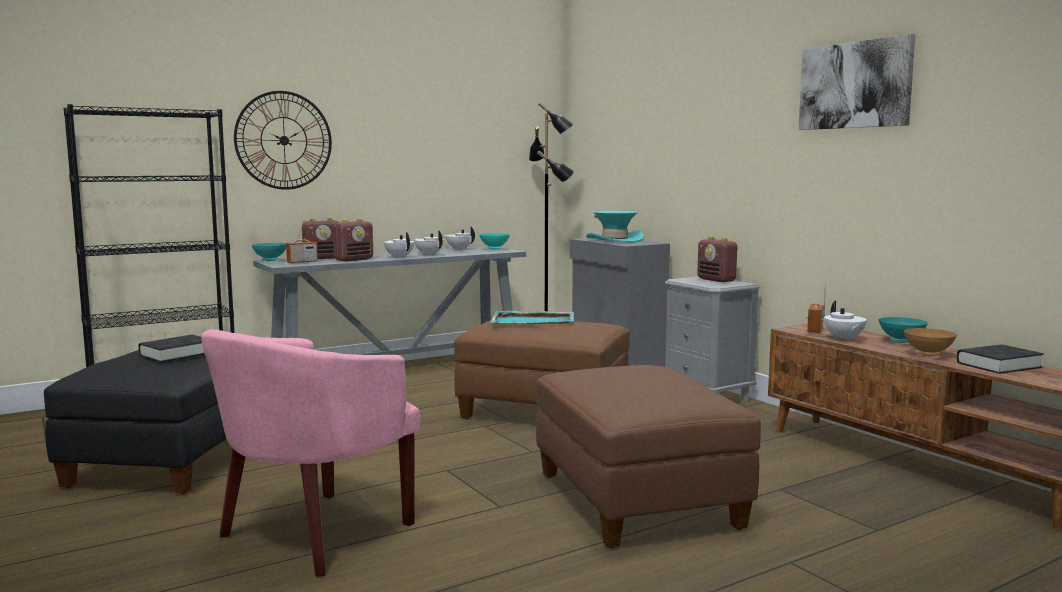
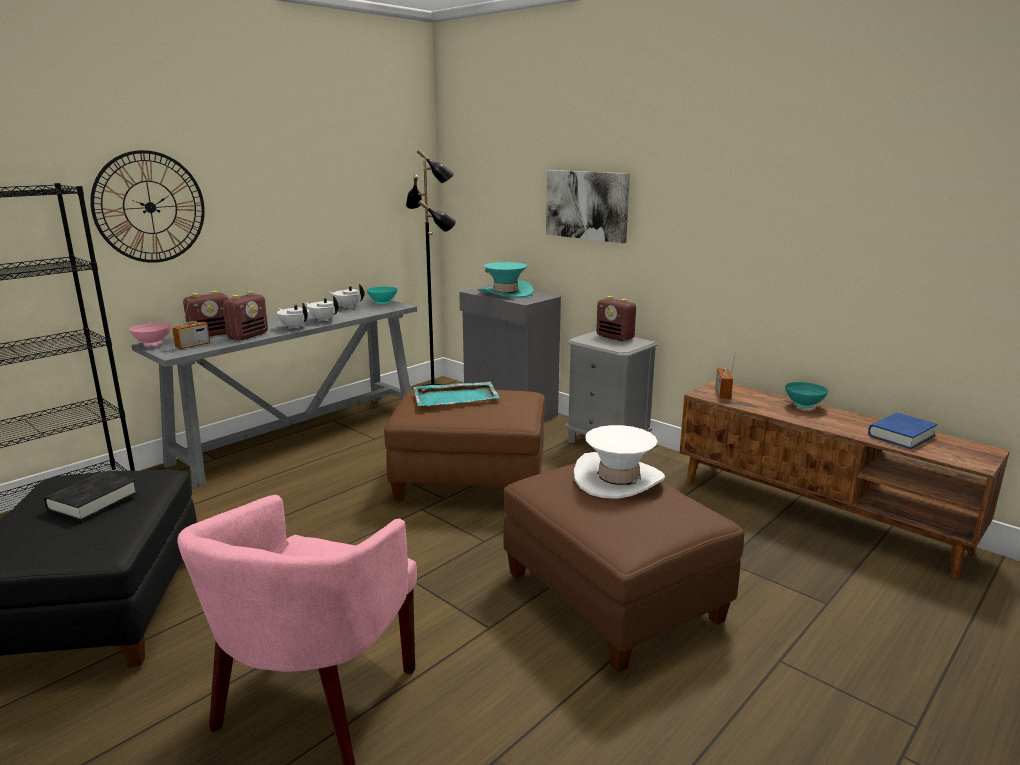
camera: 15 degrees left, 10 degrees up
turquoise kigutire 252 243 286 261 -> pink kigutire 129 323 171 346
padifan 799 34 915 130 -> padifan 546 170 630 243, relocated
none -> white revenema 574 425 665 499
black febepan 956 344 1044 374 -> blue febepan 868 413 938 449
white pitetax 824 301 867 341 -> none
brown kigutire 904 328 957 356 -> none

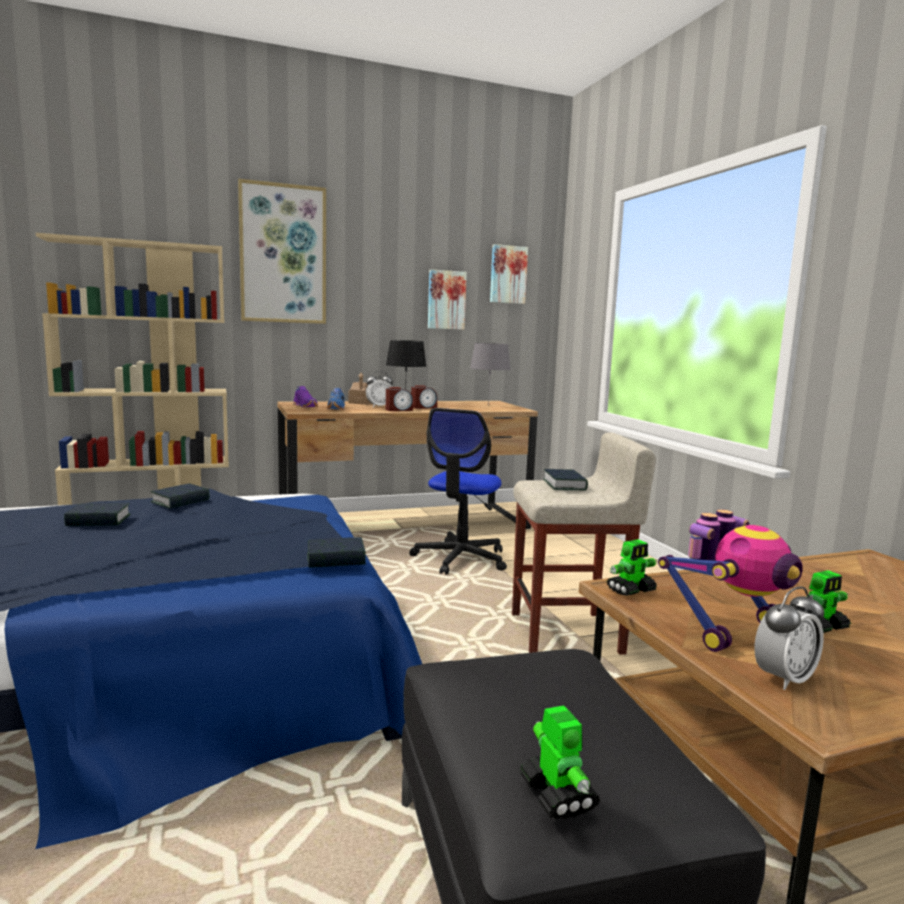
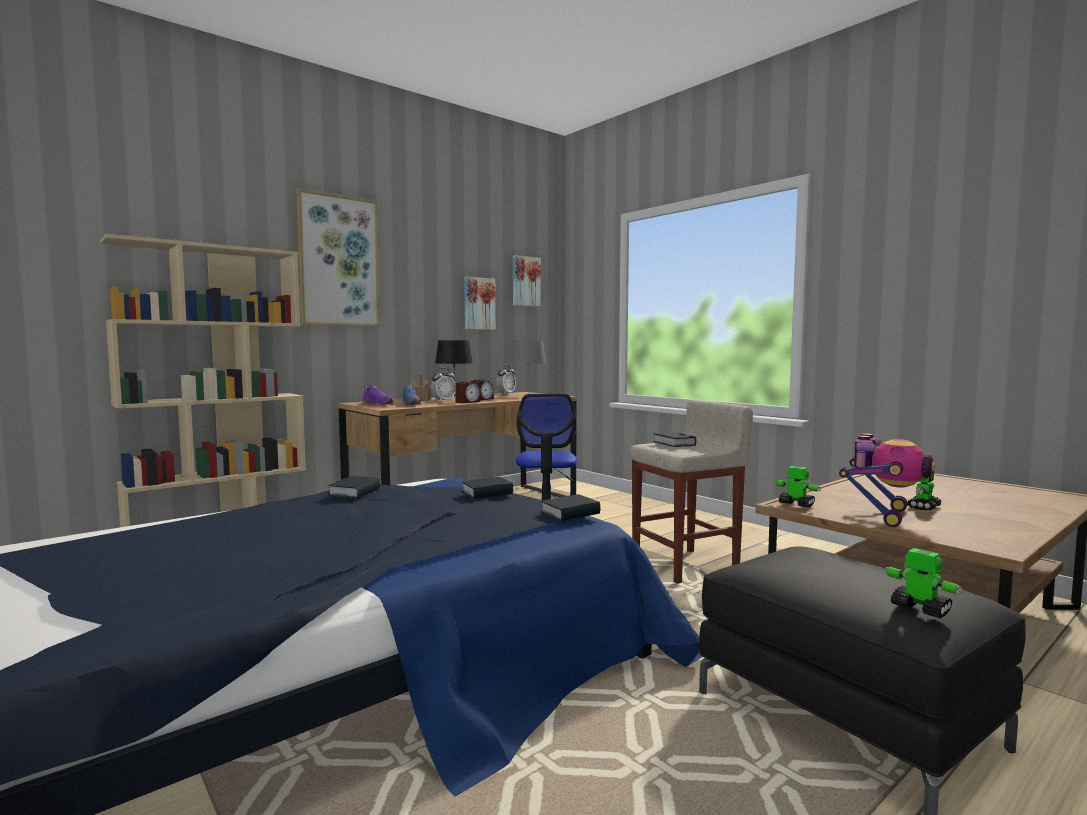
camera: 20 degrees left, 5 degrees down
febepan 64 503 130 526 -> febepan 461 477 513 499, relocated
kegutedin 754 587 824 690 -> kegutedin 496 365 516 394, relocated
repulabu 607 539 657 596 -> repulabu 774 466 821 507, 90 degrees counterclockwise

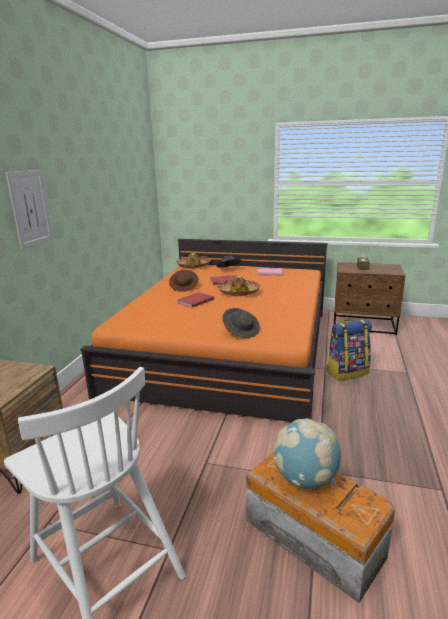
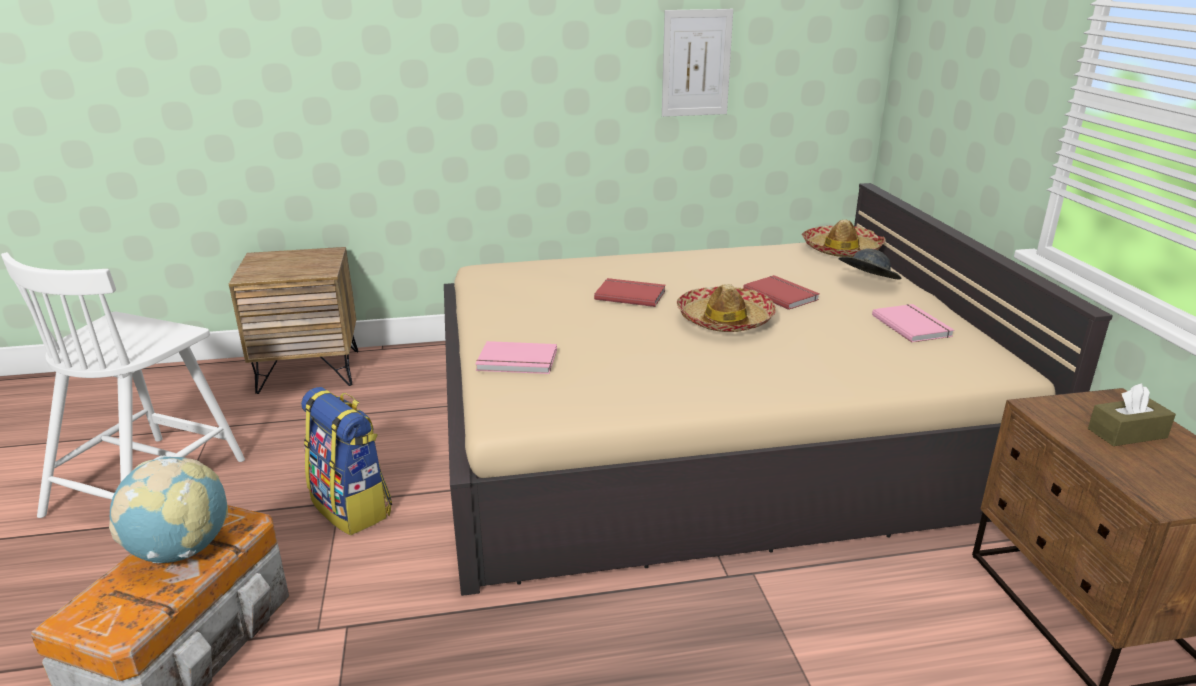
camera: 65 degrees right, 5 degrees up
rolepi 327 319 372 381 -> rolepi 301 387 392 535, relocated
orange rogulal 80 239 328 423 -> beige rogulal 444 183 1113 596
grey revenema 223 308 260 338 -> pink febepan 475 341 557 374
padifan 6 170 53 249 -> padifan 662 9 733 117, relocated
brown revenema 169 270 199 292 -> none

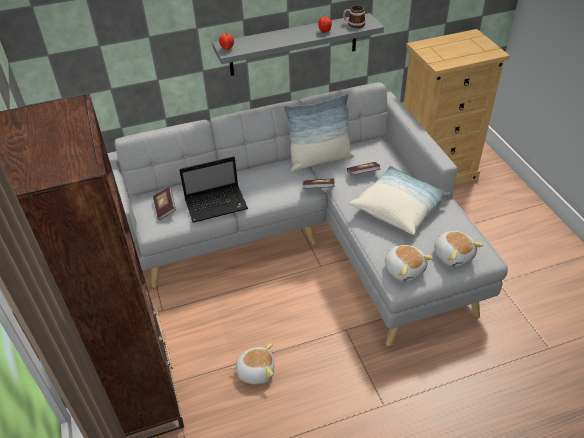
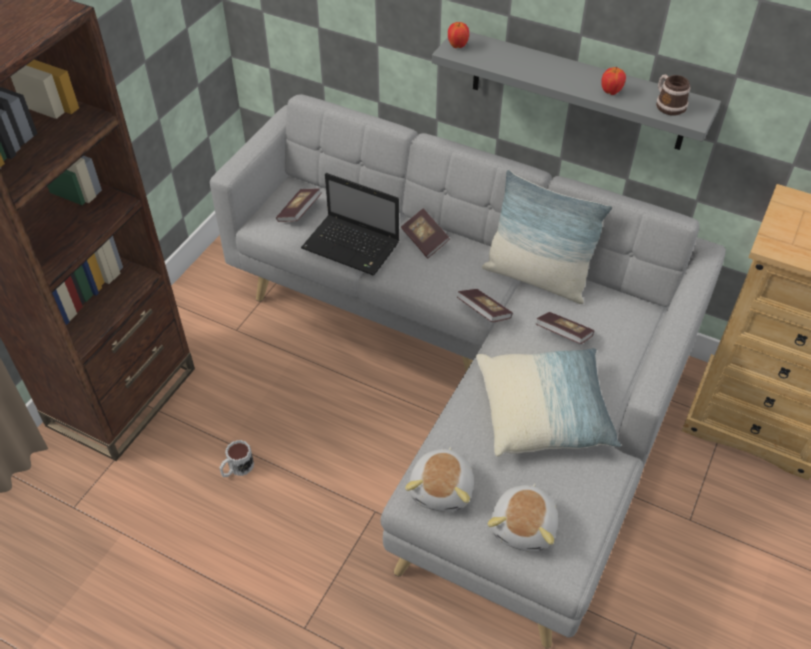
camera: 45 degrees right, 5 degrees up
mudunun 231 343 274 385 -> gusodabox 219 440 254 478
none -> febepan 401 209 450 258

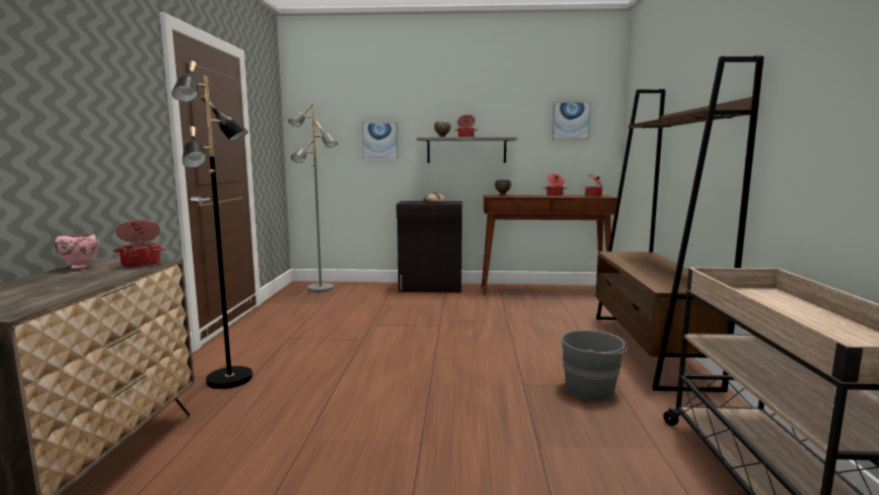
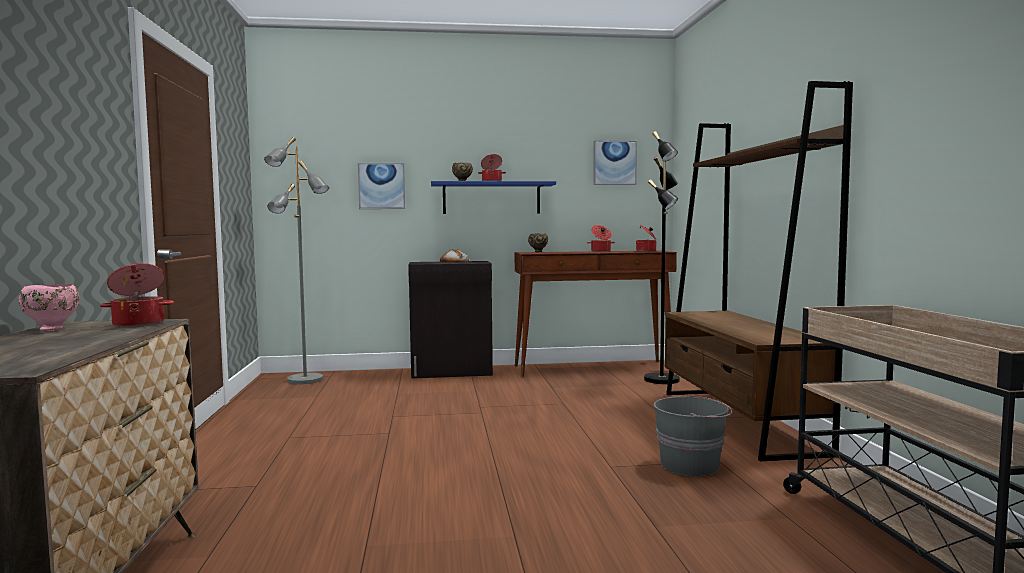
camera: 10 degrees left, 5 degrees down
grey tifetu 416 137 518 163 -> blue tifetu 431 181 556 214
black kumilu 172 61 253 389 -> black kumilu 644 131 680 384, relocated

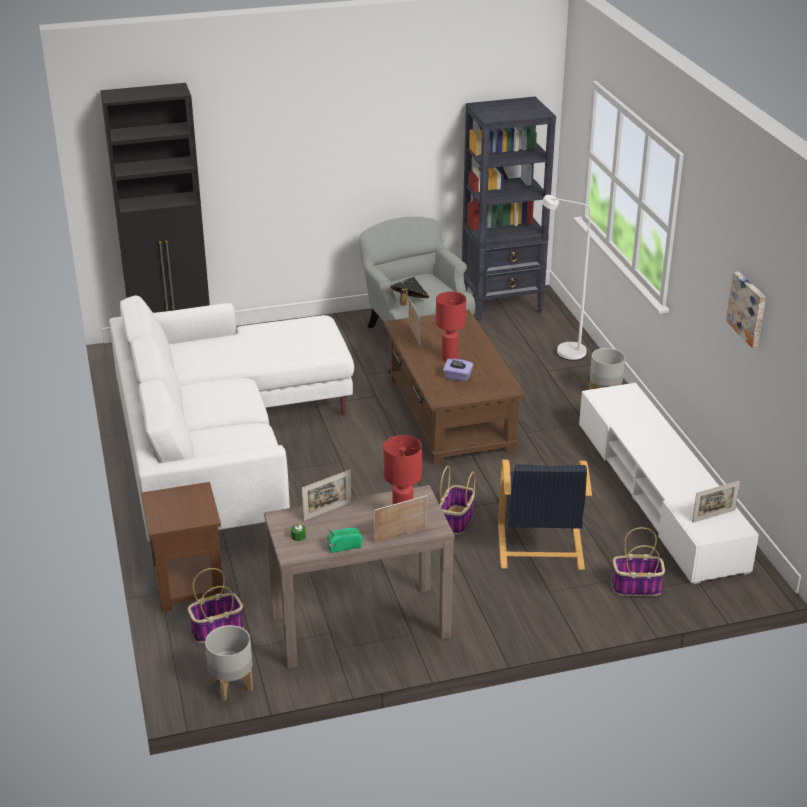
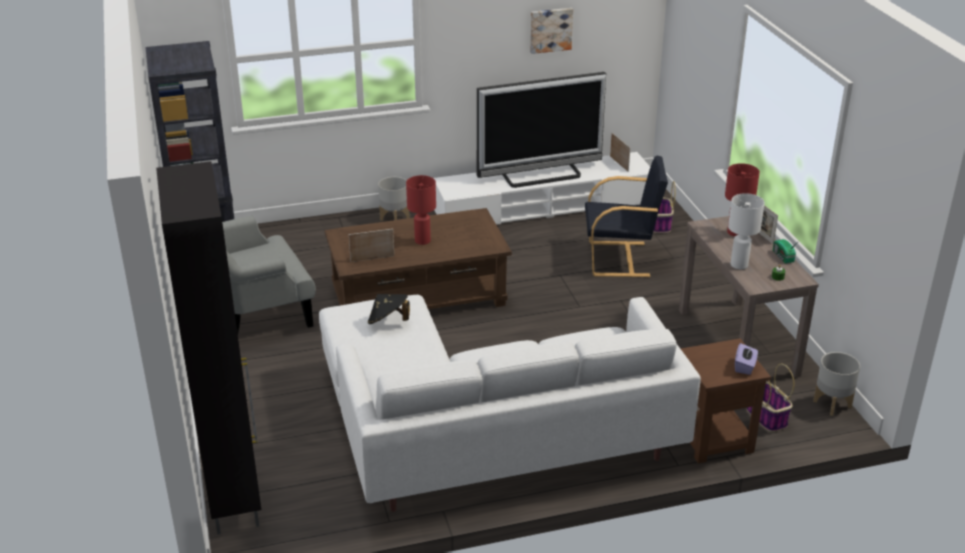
camera: 90 degrees left, 0 degrees up
black revenema 390 277 429 306 -> black revenema 368 294 410 324, relocated
none -> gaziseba 477 72 606 188
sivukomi 302 470 352 521 -> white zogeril 728 193 765 269
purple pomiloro 443 359 473 382 -> purple pomiloro 735 343 758 375, relocated
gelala 440 466 476 534 -> none
white kumilu 542 195 591 361 -> none

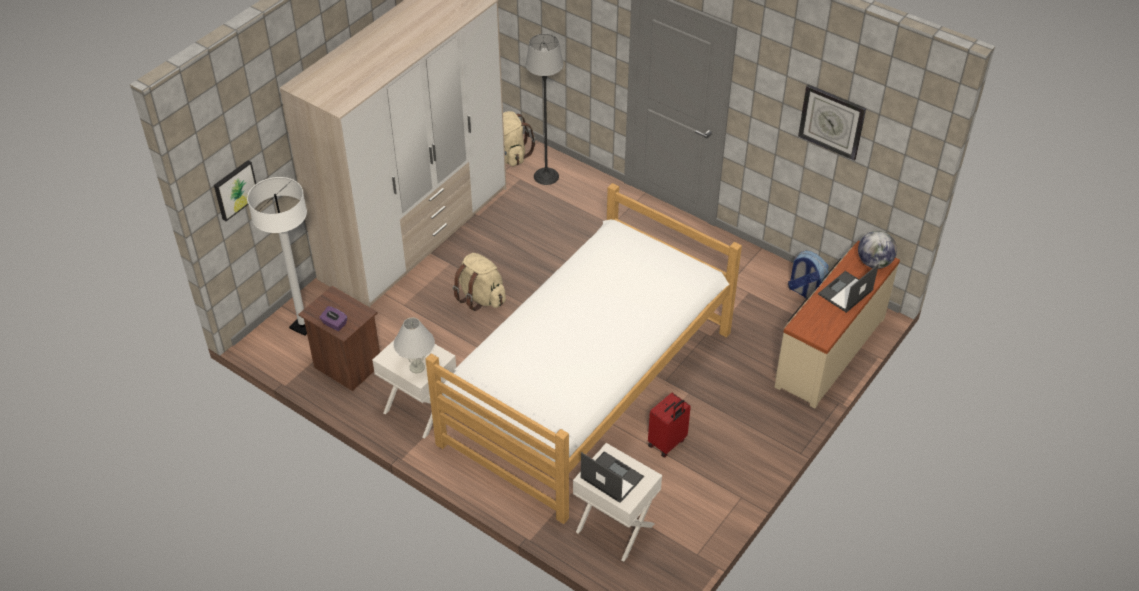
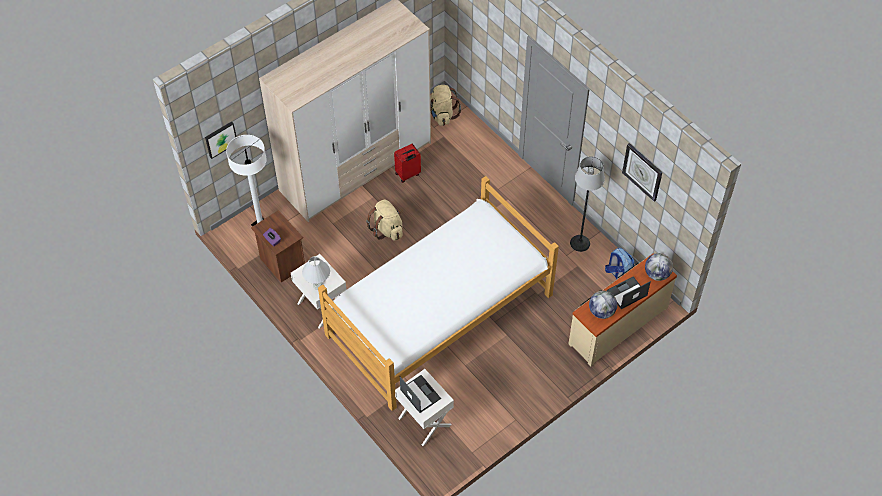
camera: 15 degrees right, 10 degrees up
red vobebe 648 393 691 458 -> red vobebe 394 144 421 183, relocated
kumilu 525 34 564 185 -> kumilu 570 157 605 252, relocated
none -> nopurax 589 291 617 319

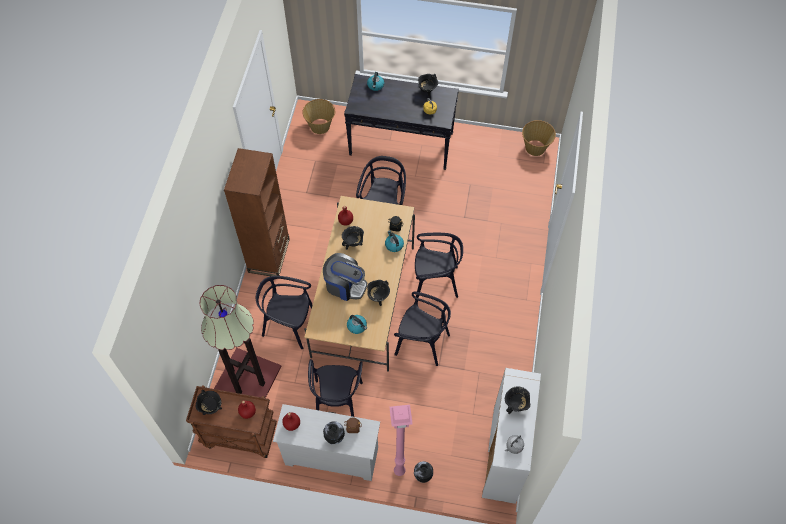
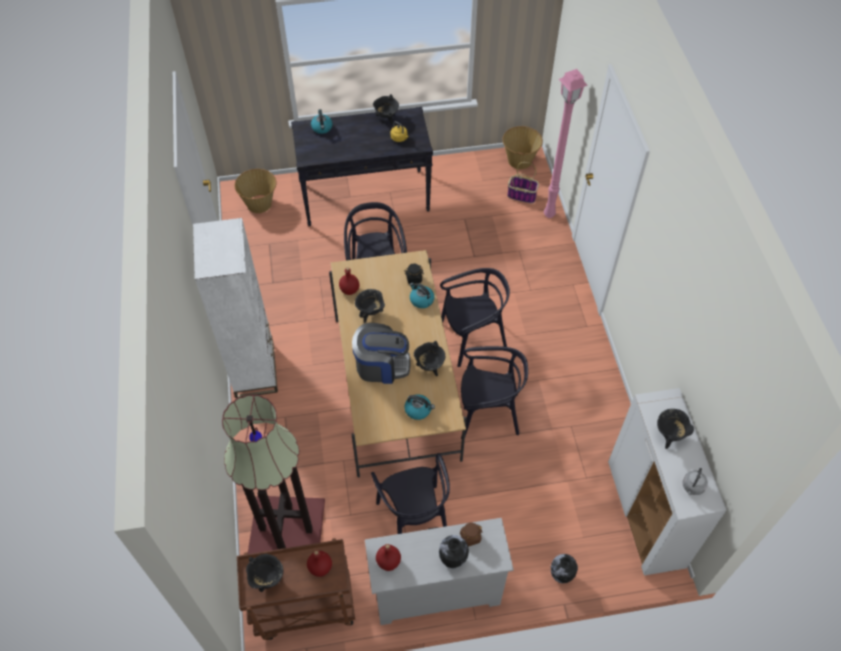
camera: 20 degrees left, 5 degrees down
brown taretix 224 148 290 276 -> white taretix 193 218 278 398
none -> gelala 507 162 539 203
pink kumilu 389 405 412 476 -> pink kumilu 544 69 588 218, relocated
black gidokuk 256 276 312 349 -> none

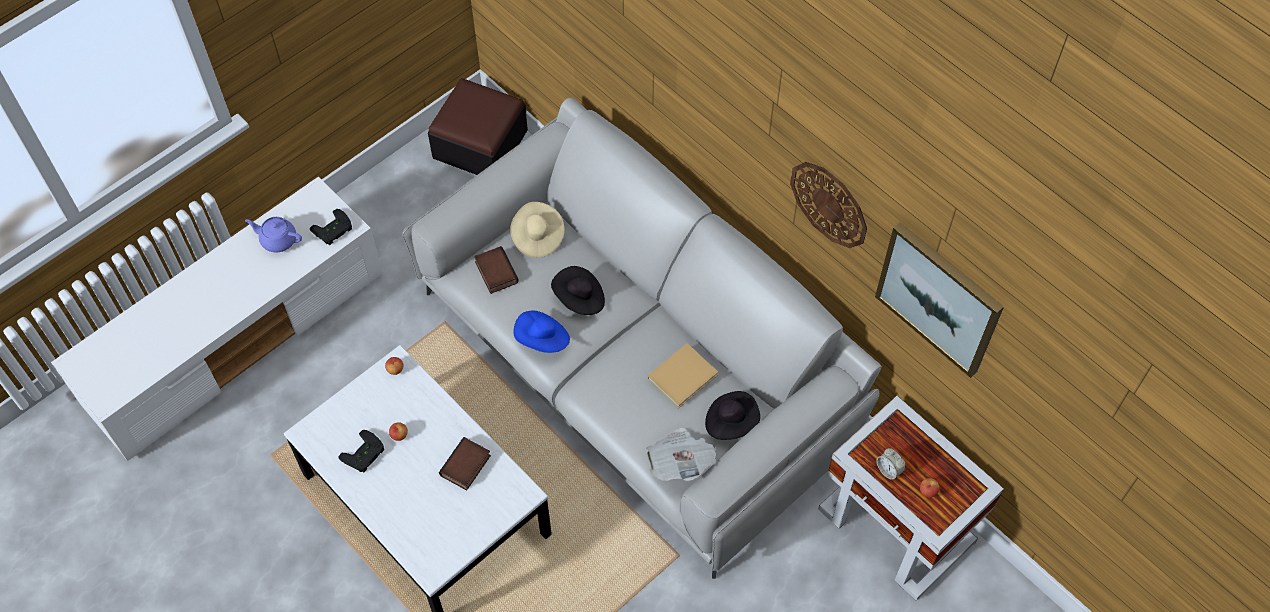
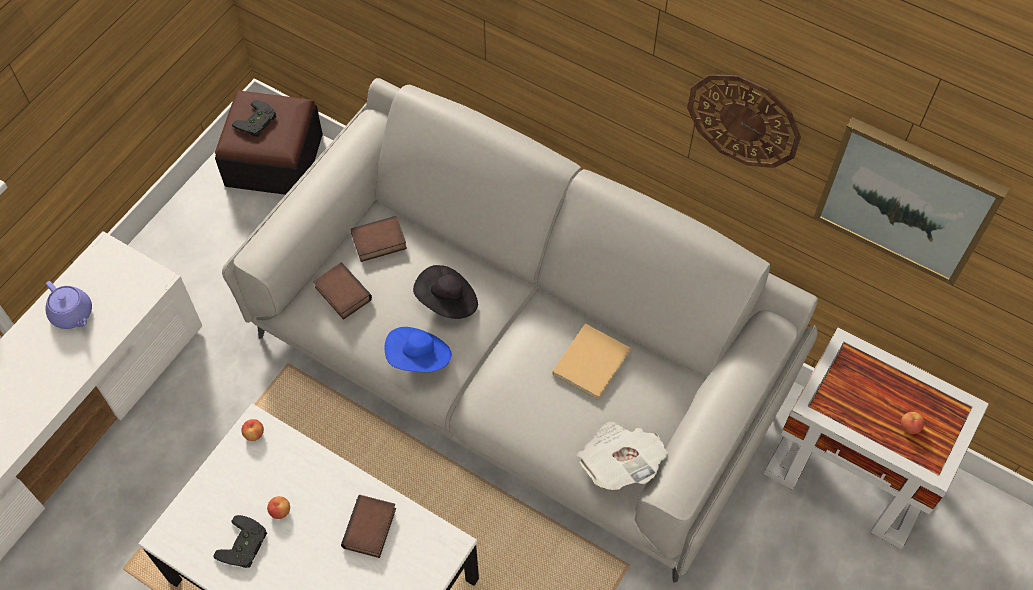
camera: 15 degrees left, 0 degrees up
purple pitetax 245 217 302 253 -> purple pitetax 46 281 92 329, 135 degrees counterclockwise
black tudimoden 310 209 352 245 -> black tudimoden 232 100 276 137, relocated
beige revenema 510 202 565 258 -> febepan 351 216 407 262
black revenema 705 391 760 440 -> none
kegutedin 876 448 906 480 -> none

